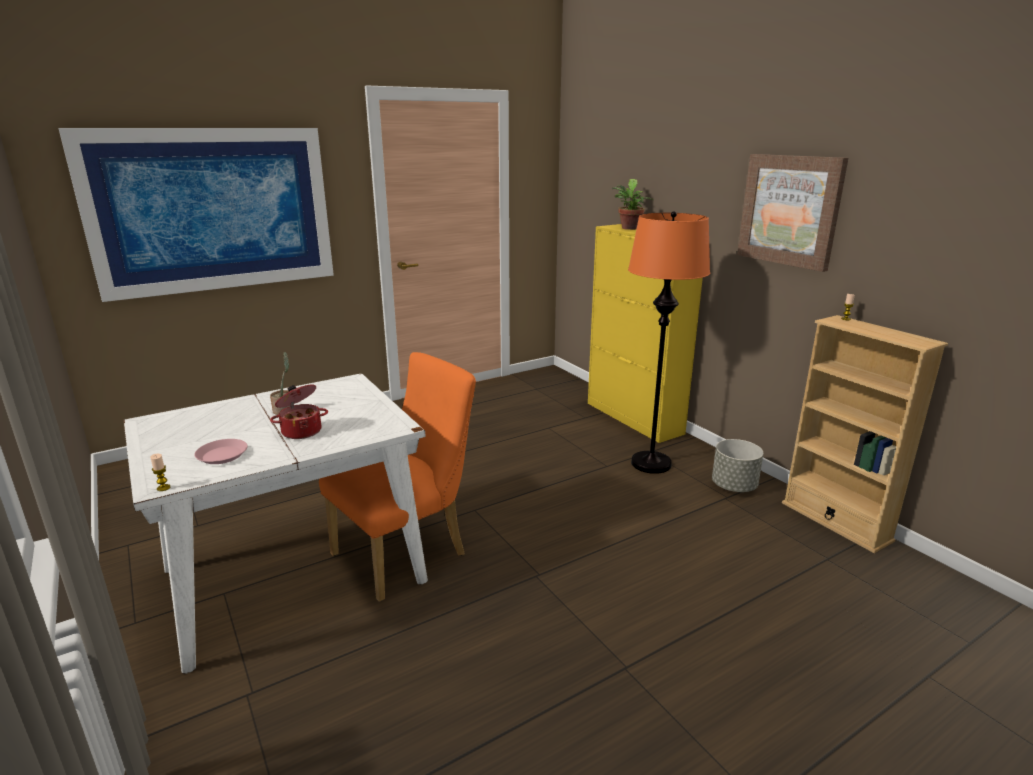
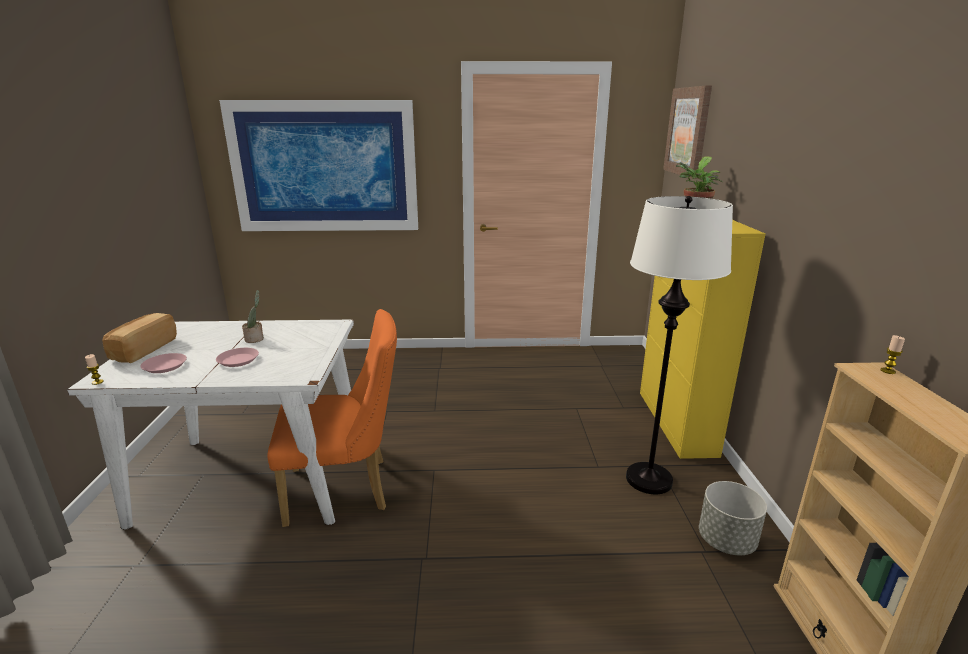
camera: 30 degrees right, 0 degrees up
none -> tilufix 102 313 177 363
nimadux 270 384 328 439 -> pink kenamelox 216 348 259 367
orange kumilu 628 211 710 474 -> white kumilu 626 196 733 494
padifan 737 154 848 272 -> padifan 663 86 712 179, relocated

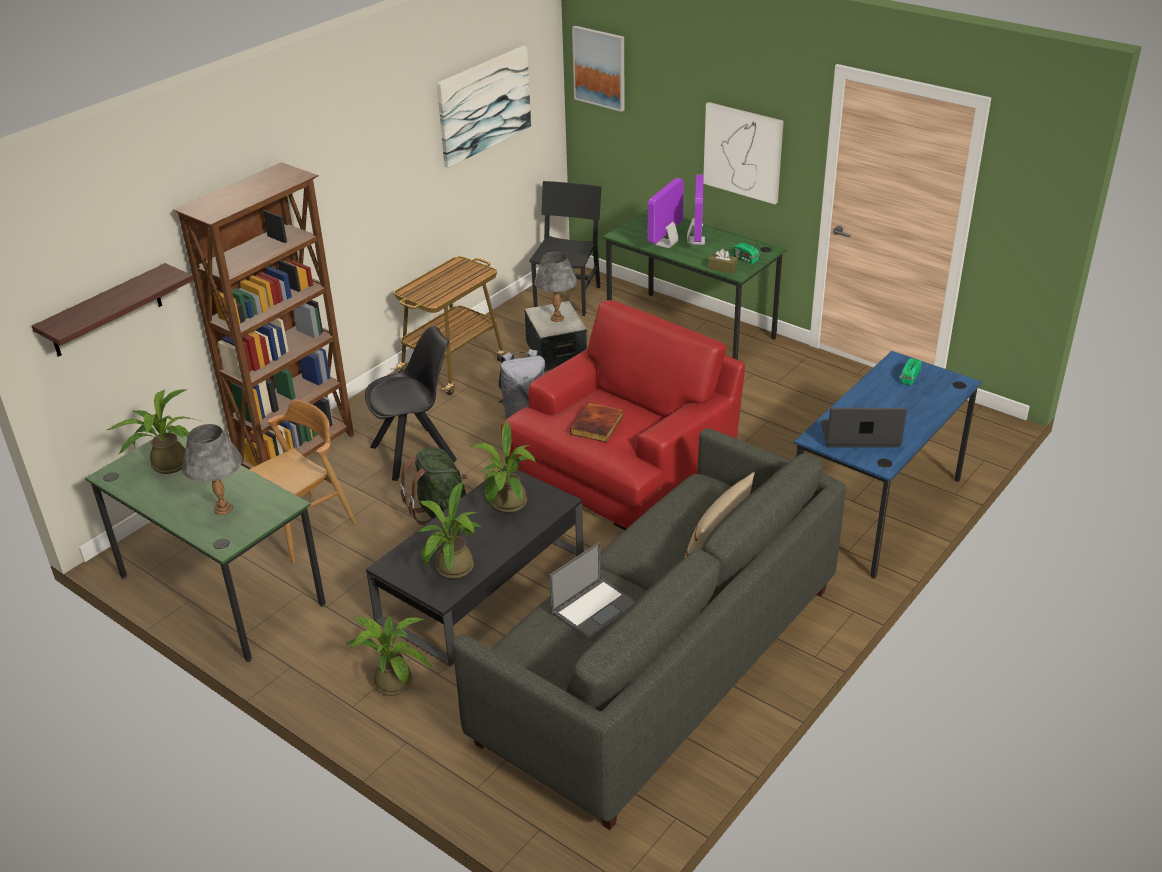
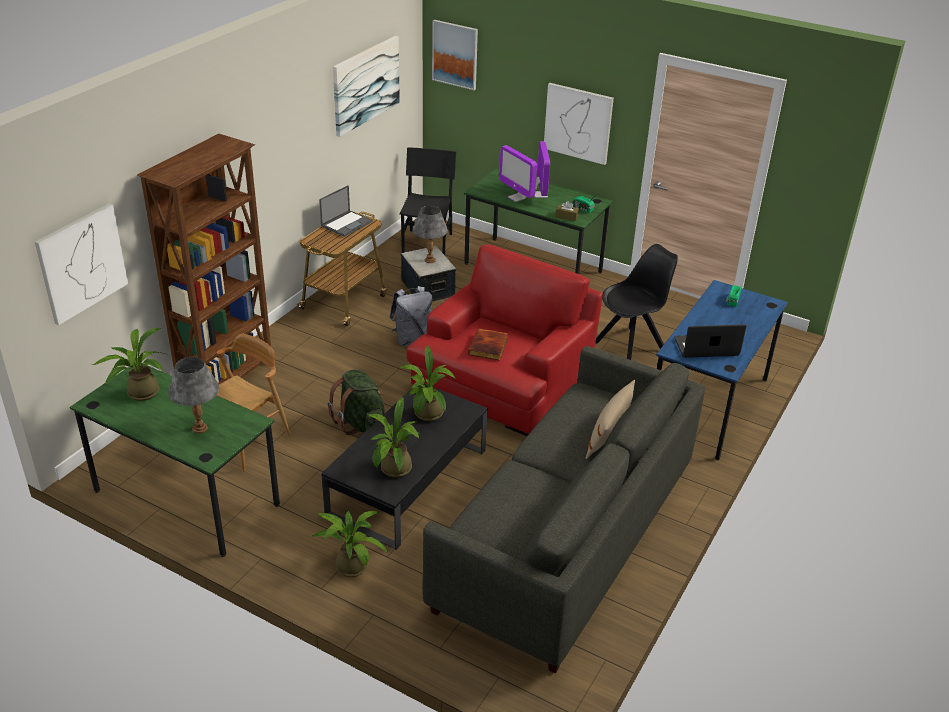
camera: 10 degrees left, 0 degrees up
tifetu 32 263 194 357 -> padifan 35 204 128 325
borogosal 549 542 635 640 -> borogosal 319 185 372 237, relocated
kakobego 648 178 684 248 -> kakobego 499 145 537 202, 60 degrees counterclockwise
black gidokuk 365 326 457 481 -> black gidokuk 595 244 678 360, relocated

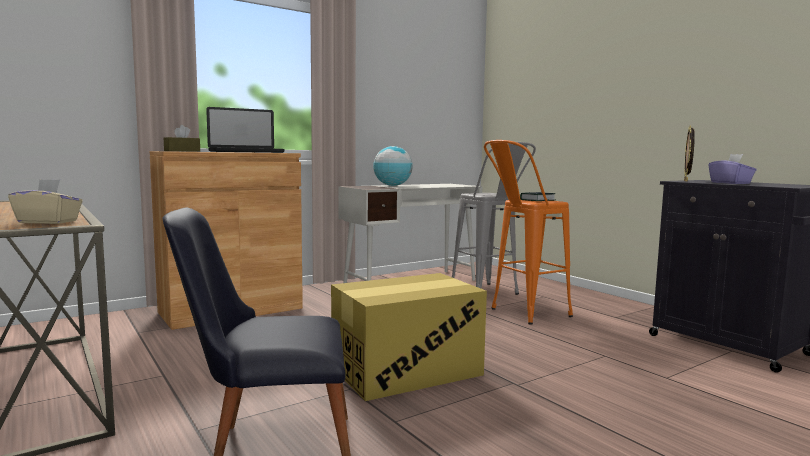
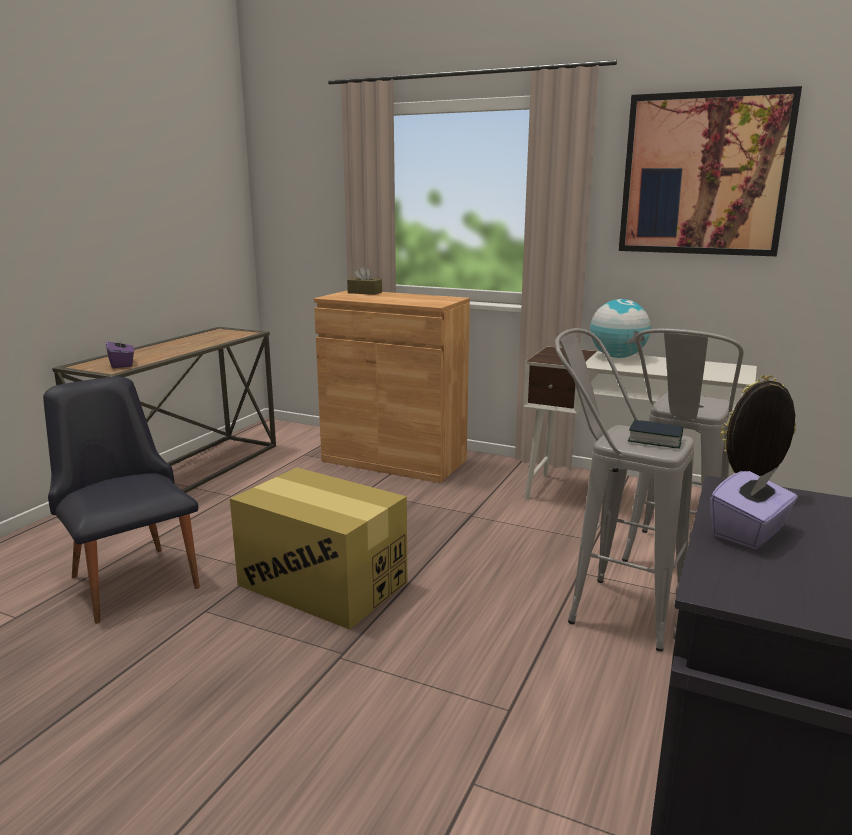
camera: 60 degrees right, 10 degrees up
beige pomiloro 8 179 83 224 -> purple pomiloro 106 335 134 368
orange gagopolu 484 140 573 325 -> grey gagopolu 555 328 694 652
none -> padifan 619 86 802 257
borogosal 206 107 284 153 -> none

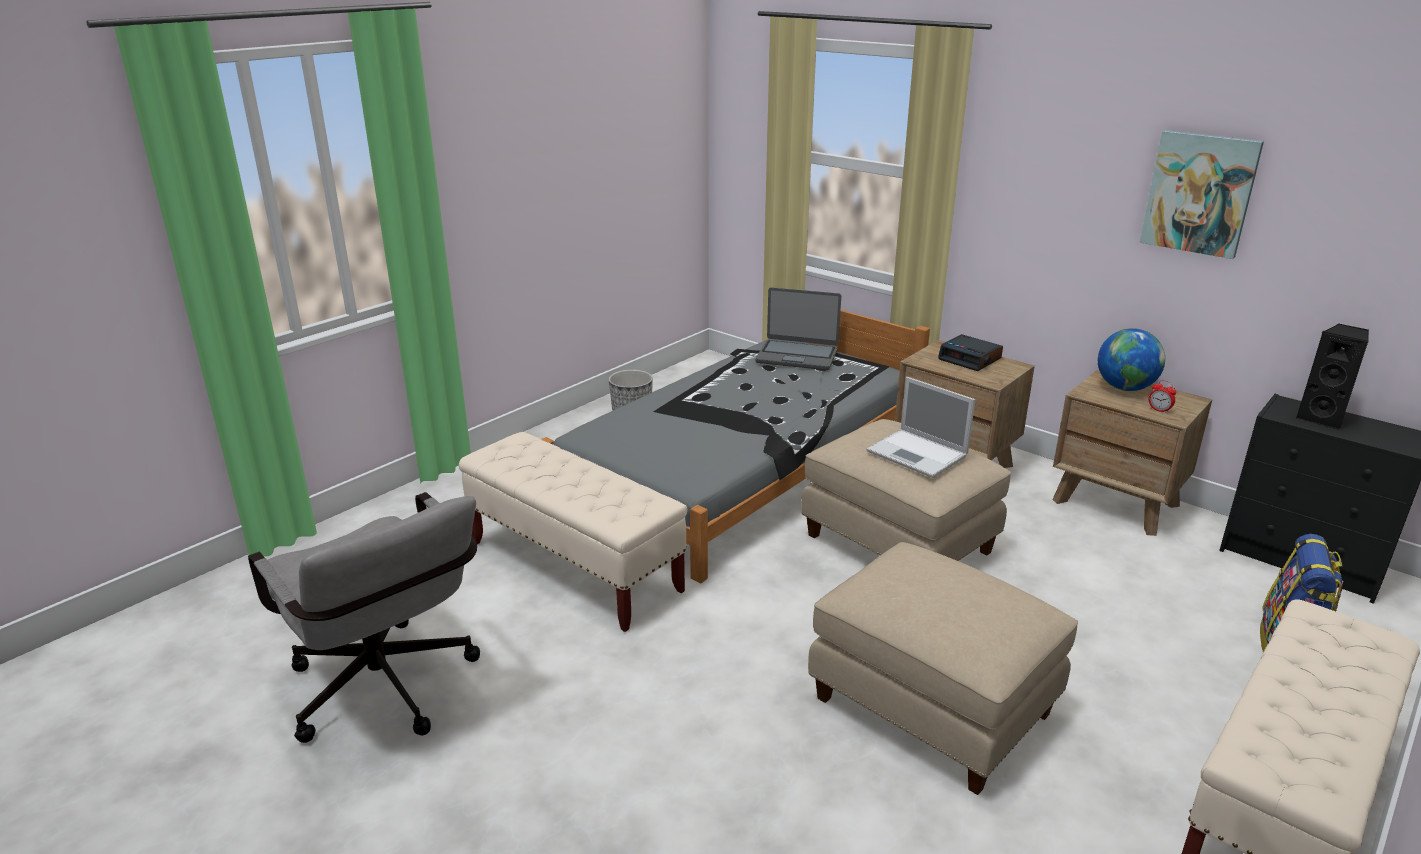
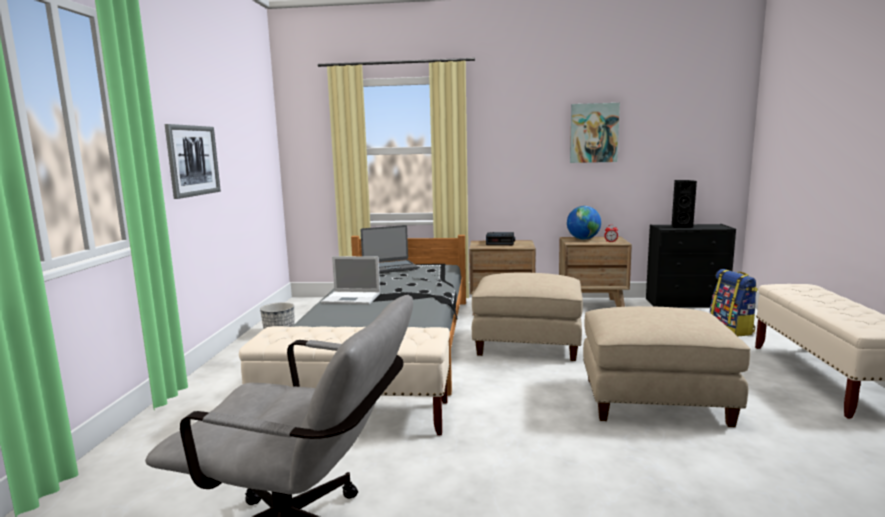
camera: 35 degrees left, 15 degrees down
none -> padifan 165 124 221 199
borogosal 867 377 975 478 -> borogosal 321 256 380 305, relocated

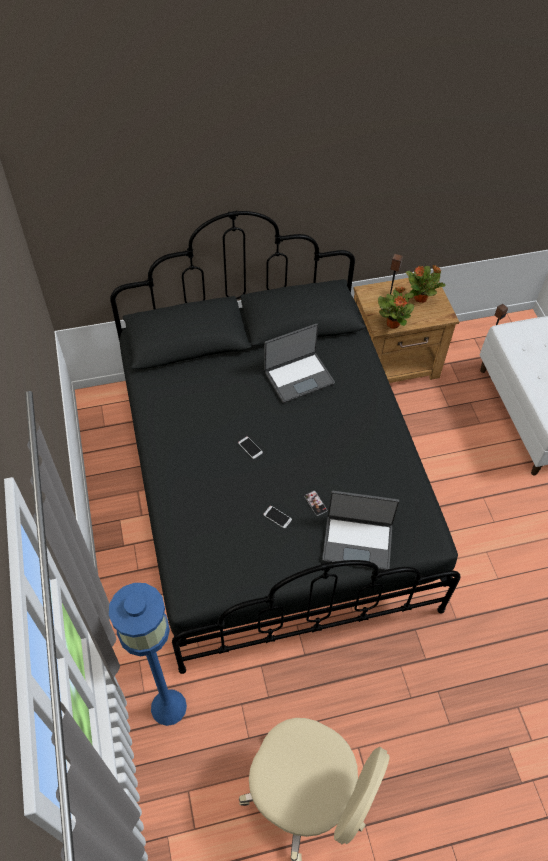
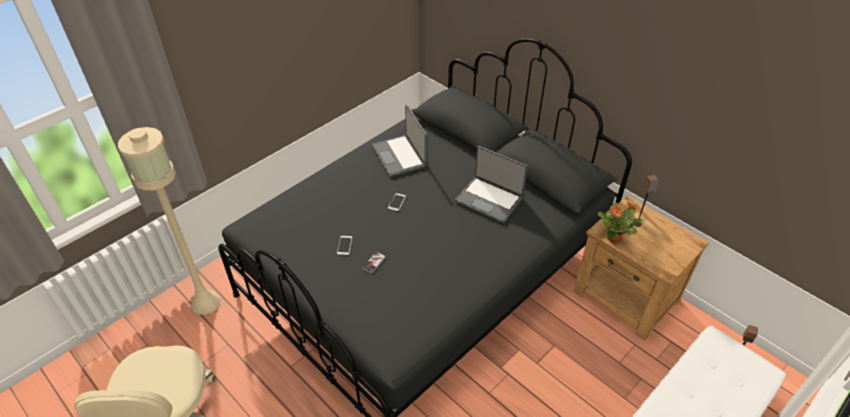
camera: 60 degrees right, 10 degrees down
blue kumilu 109 583 187 726 -> beige kumilu 118 127 221 315
borogosal 322 491 399 570 -> borogosal 372 105 427 177, relocated
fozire 406 265 445 303 -> none

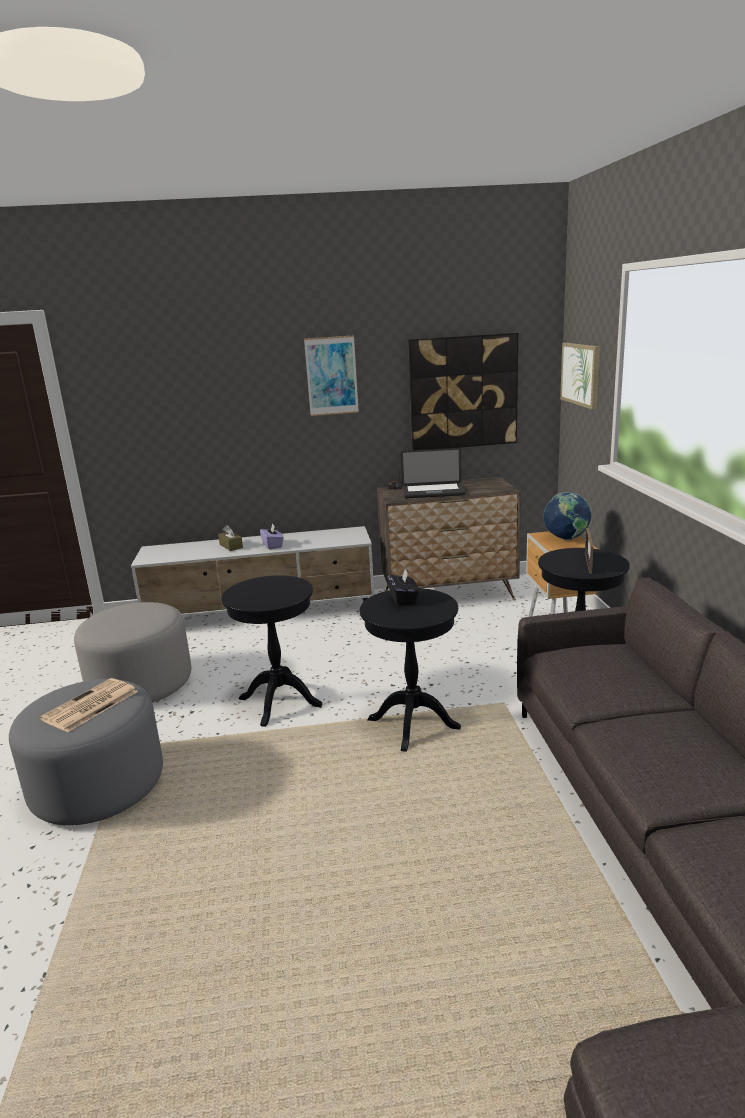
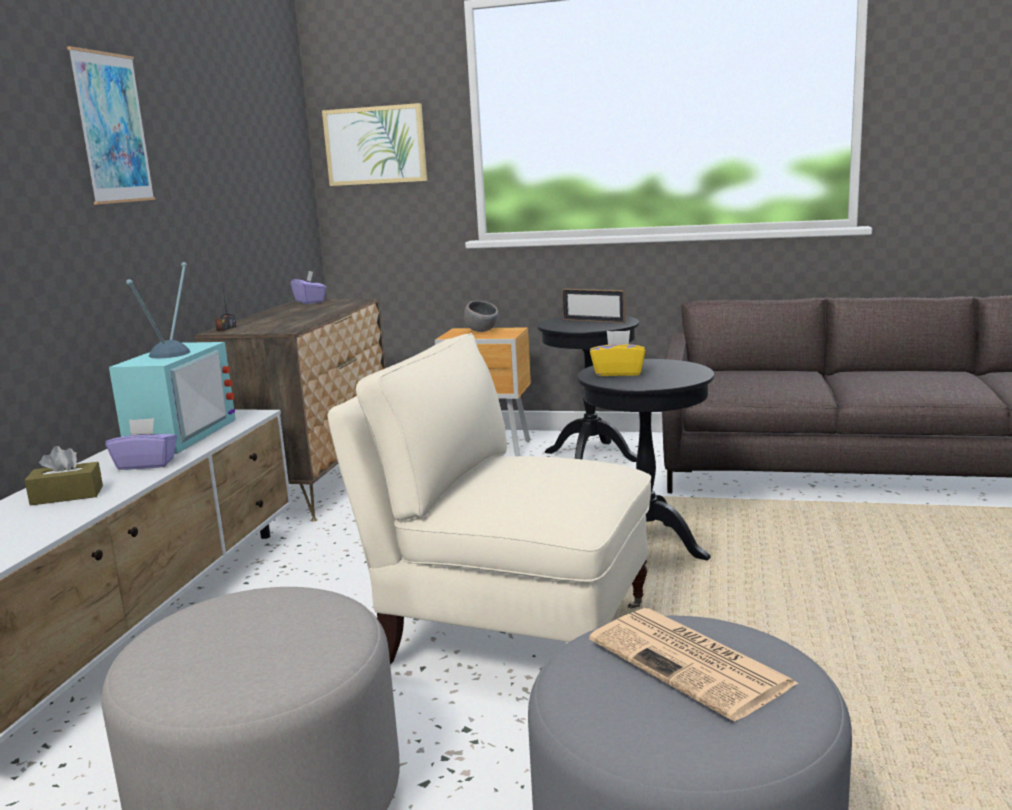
camera: 70 degrees left, 5 degrees down
none -> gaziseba 109 262 236 454
none -> purple pomiloro 291 271 326 304
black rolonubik 221 575 322 727 -> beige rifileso 328 333 651 665
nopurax 544 492 592 540 -> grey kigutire 464 301 498 332
black pomiloro 387 570 419 606 -> yellow pomiloro 590 330 646 376
borogosal 401 448 466 499 -> none
padifan 408 333 518 450 -> none

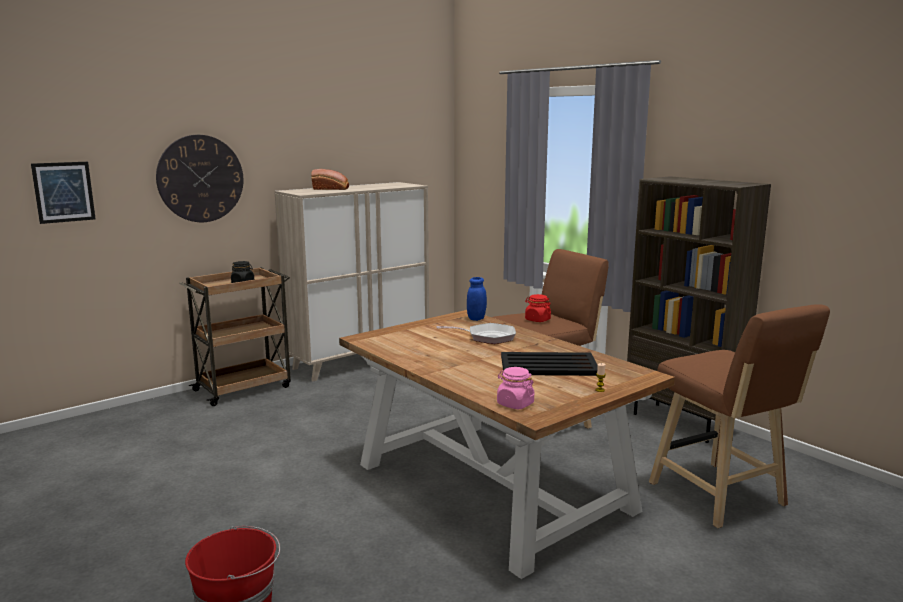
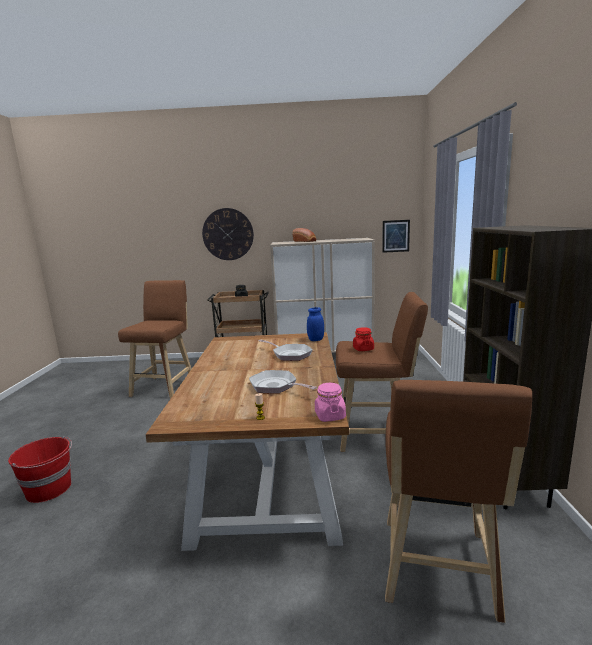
camera: 40 degrees right, 0 degrees up
none -> brown gagopolu 118 280 192 399
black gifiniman 501 352 598 376 -> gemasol 249 370 317 394
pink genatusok 497 367 534 409 -> pink genatusok 315 383 346 422, relocated
padifan 31 162 96 224 -> padifan 382 220 410 253, relocated

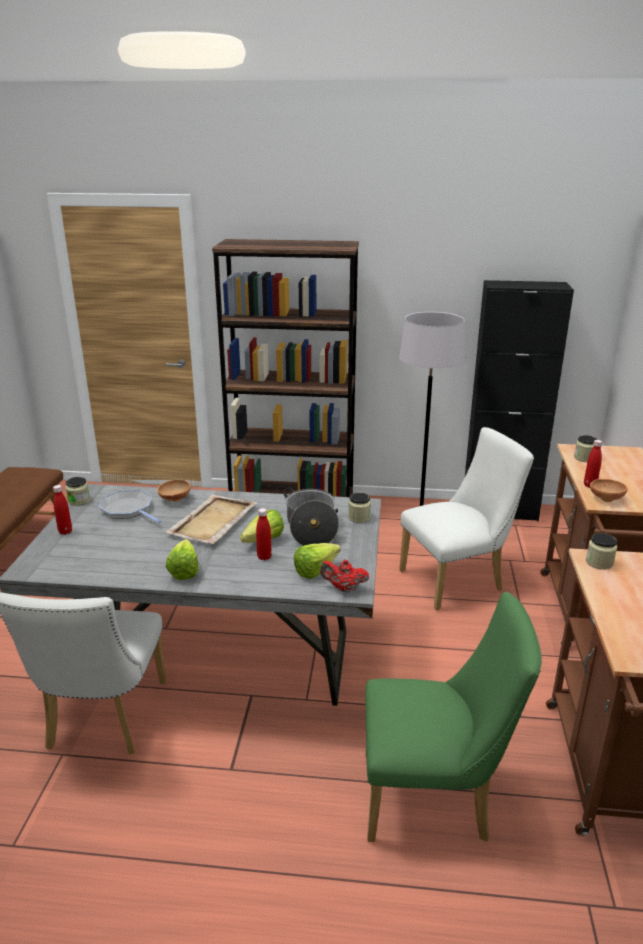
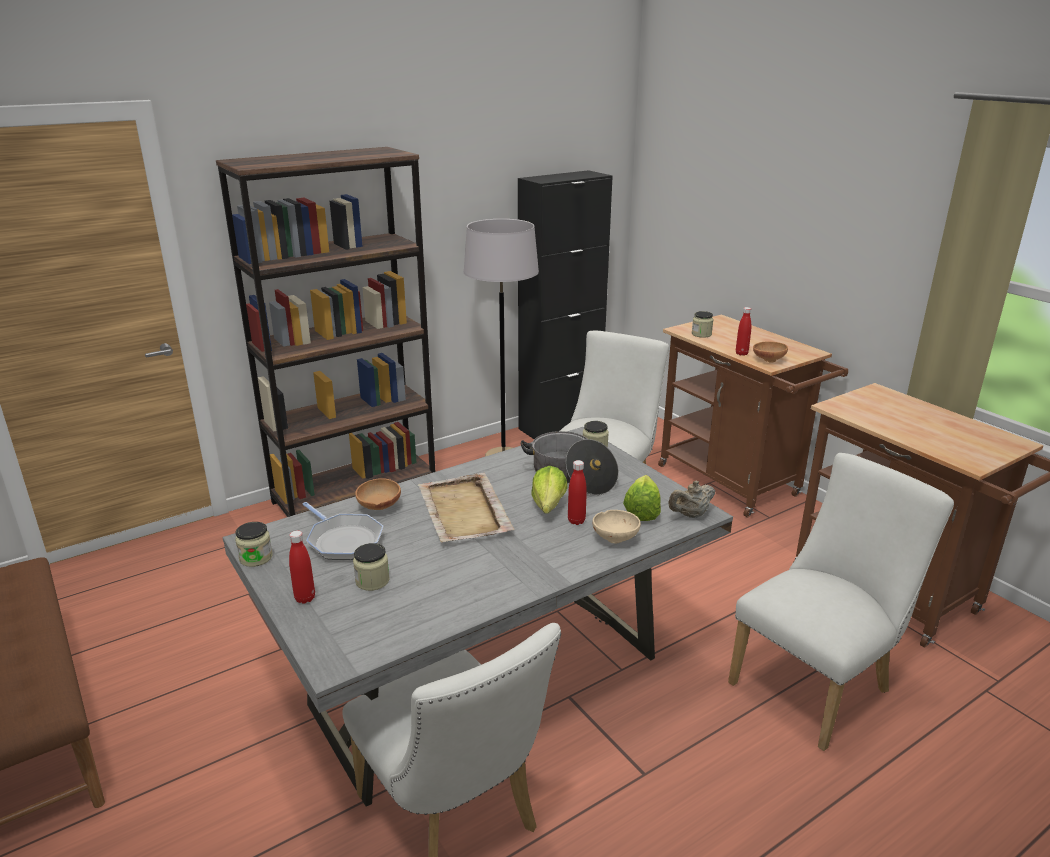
camera: 40 degrees left, 0 degrees up
gemasol 99 490 161 523 -> gemasol 303 502 383 560, 135 degrees counterclockwise
genatusok 586 533 617 570 -> genatusok 353 543 390 591, relocated
none -> beige kigutire 592 510 641 544
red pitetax 320 560 369 593 -> beige pitetax 668 481 715 518
green gidokuk 365 592 542 842 -> white gidokuk 728 453 954 751
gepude 166 539 199 580 -> none

